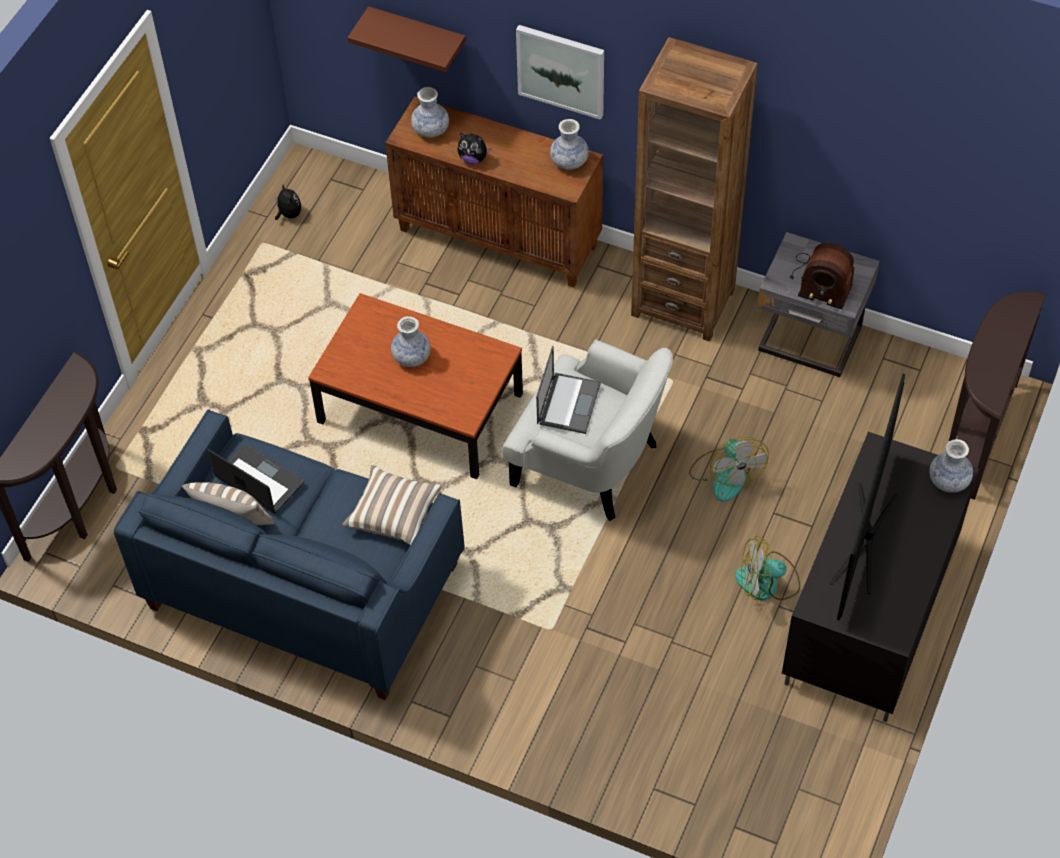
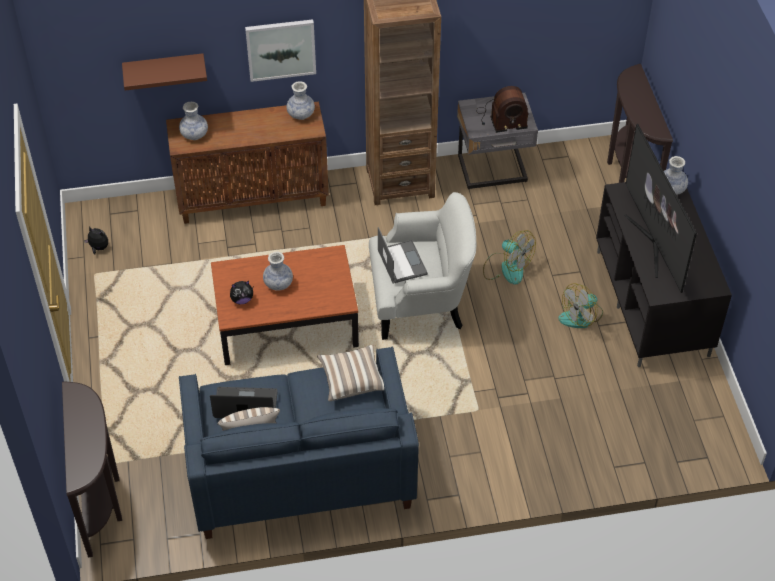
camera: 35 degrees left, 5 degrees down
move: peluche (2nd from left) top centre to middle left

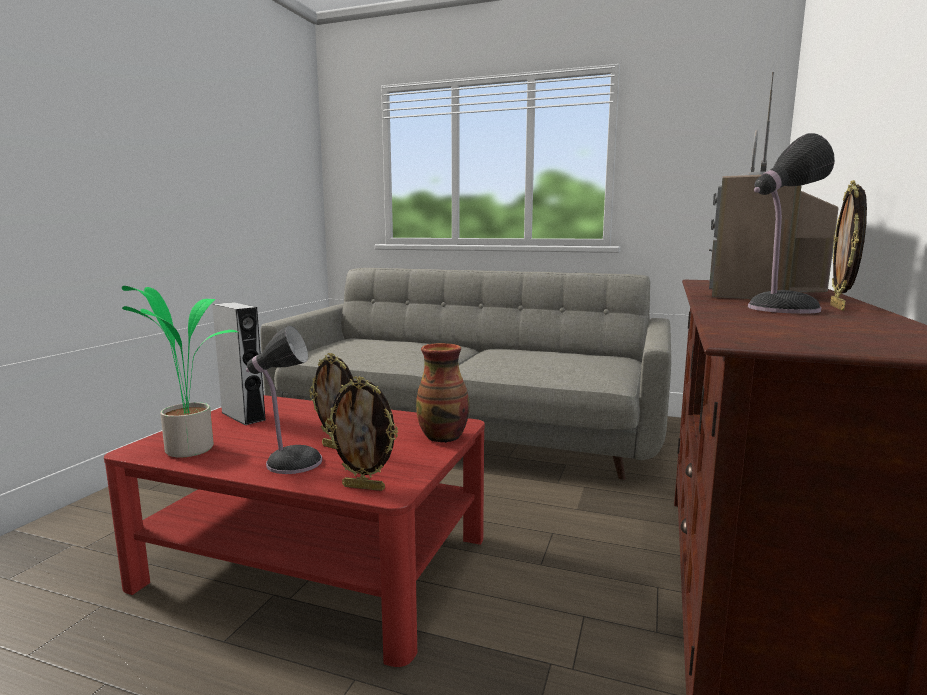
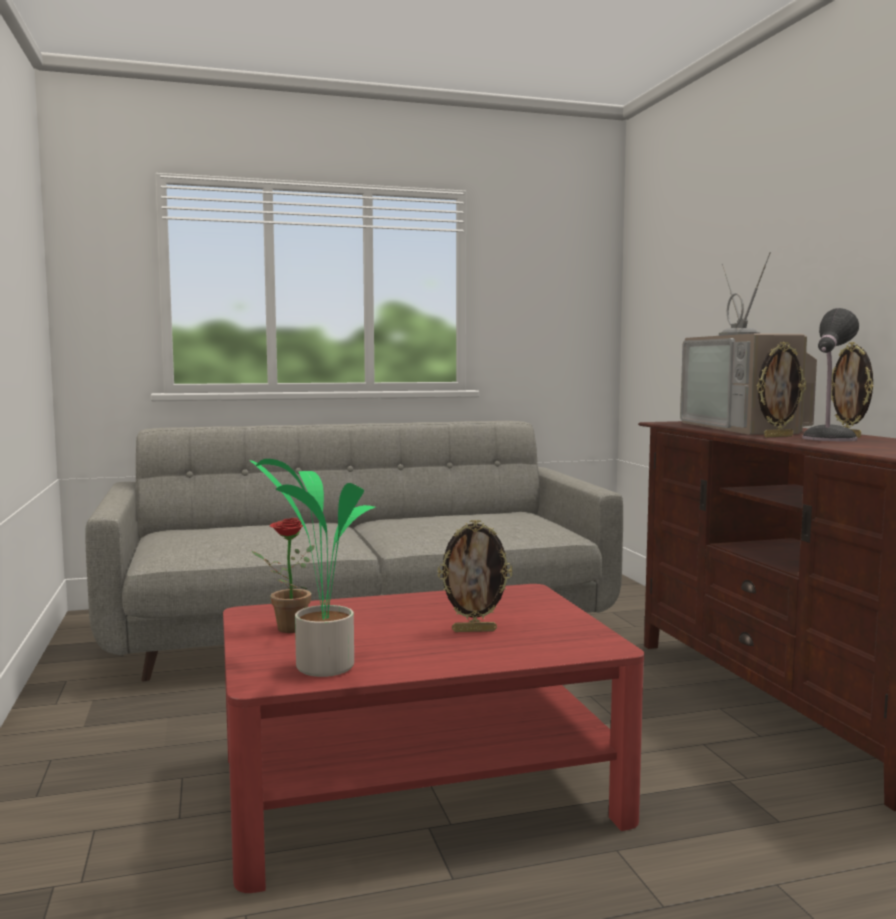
camera: 35 degrees left, 5 degrees down
delete: lámpara de mesa (1st from left) middle left; florero centre
move: portarretratos (2nd from left) centre to middle right
replace: altavoz (gris) middle left to planta en maceta (1st from left) middle left

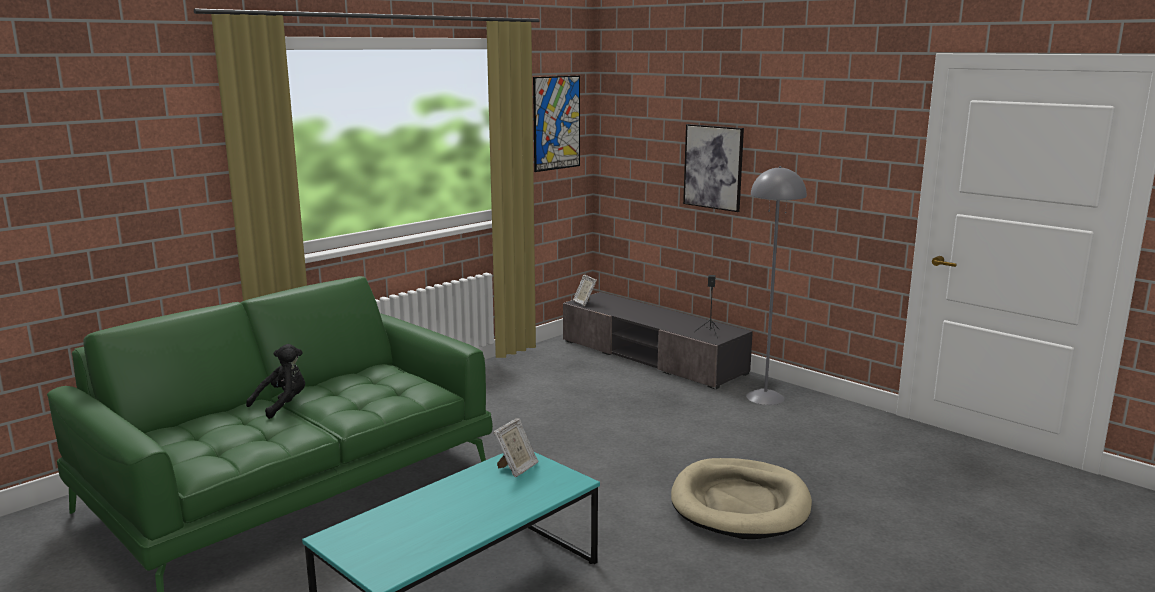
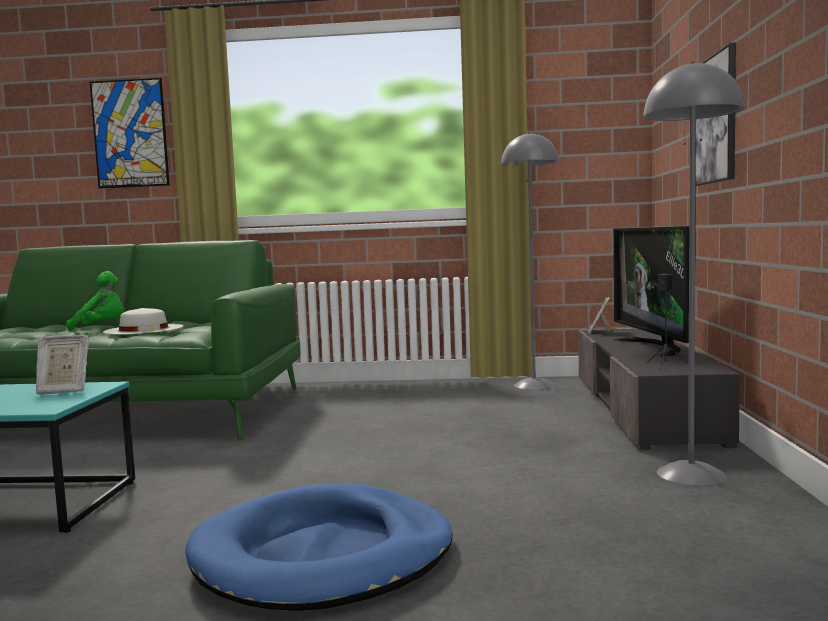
camera: 50 degrees right, 10 degrees down
insert: sombrero (blanco) middle left; lámpara de pie (gris) (1st from left) centre; televisor middle right
move: cuadro (1st from left) top centre to top left
recolor: peluche (negro) middle left to peluche (verde) middle left; cama para perro (beis) bottom centre to cama para perro (azul) bottom centre

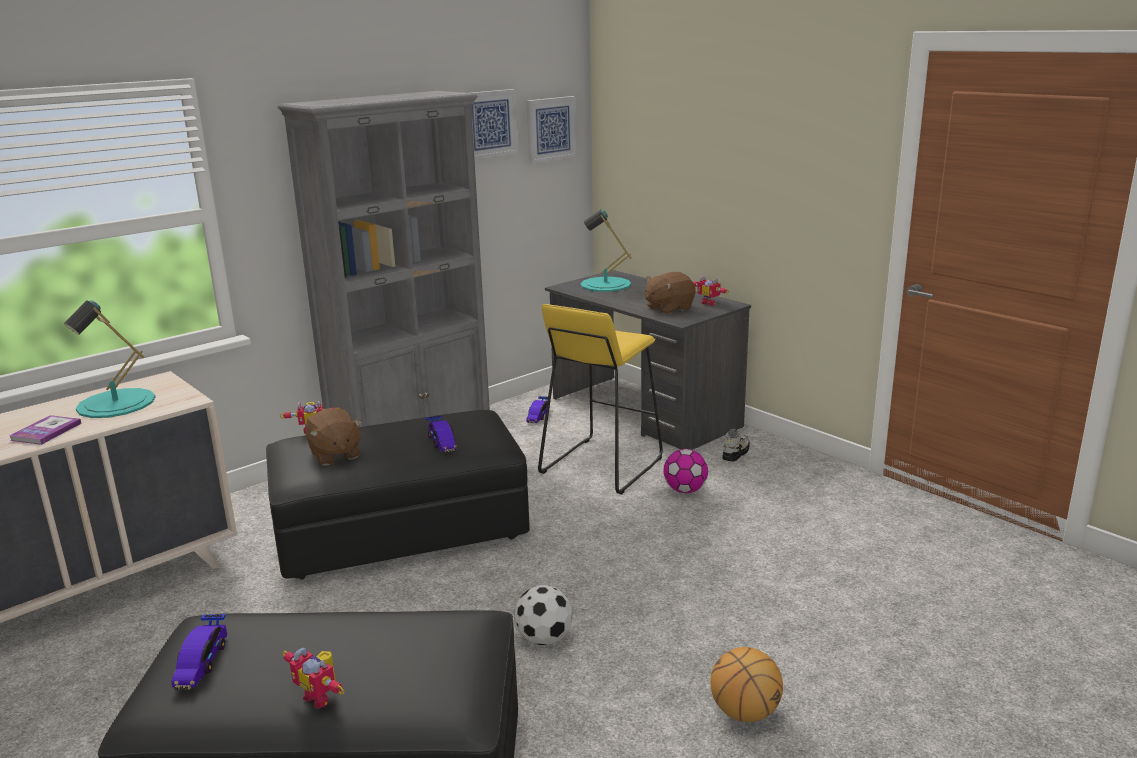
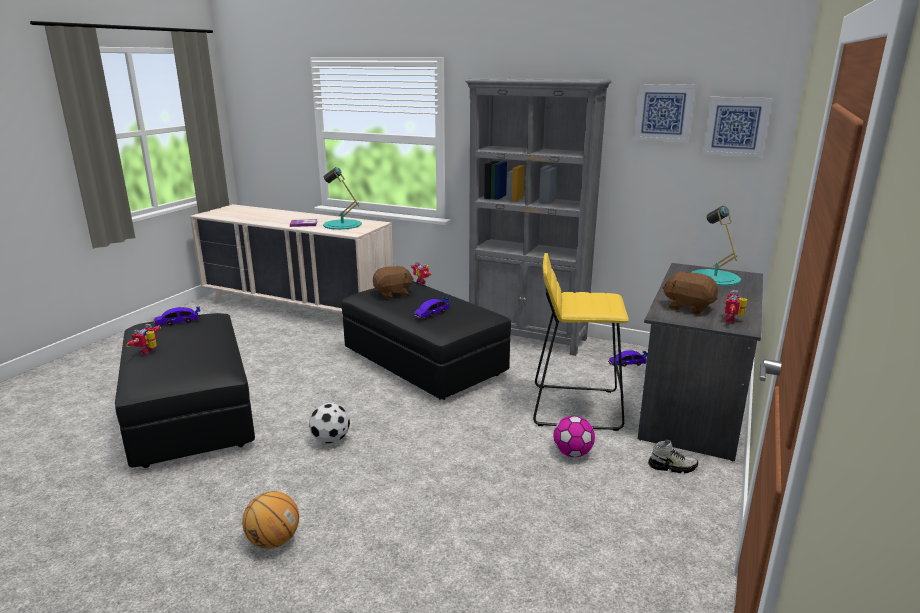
camera: 65 degrees right, 0 degrees up
rotate: peluche (marrón) (1st from left) middle left = centre 150 degrees counterclockwise

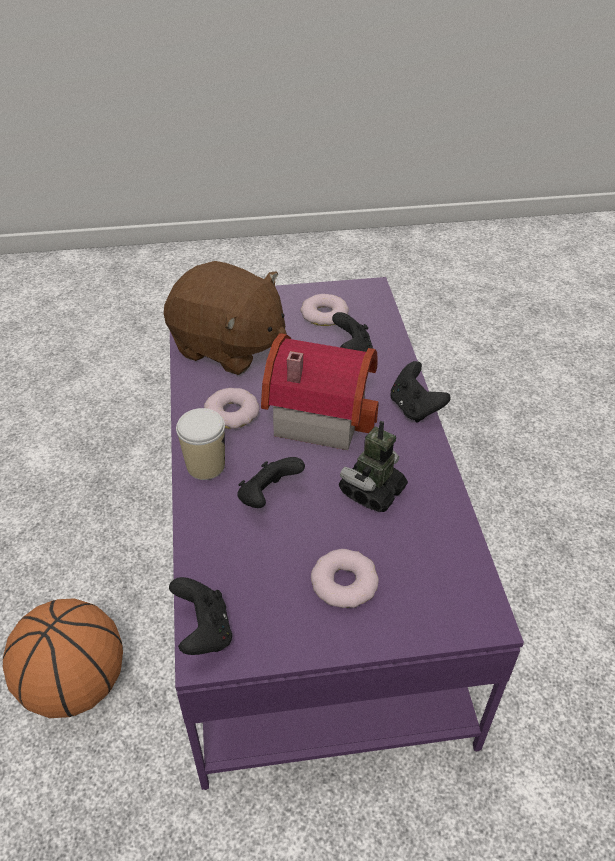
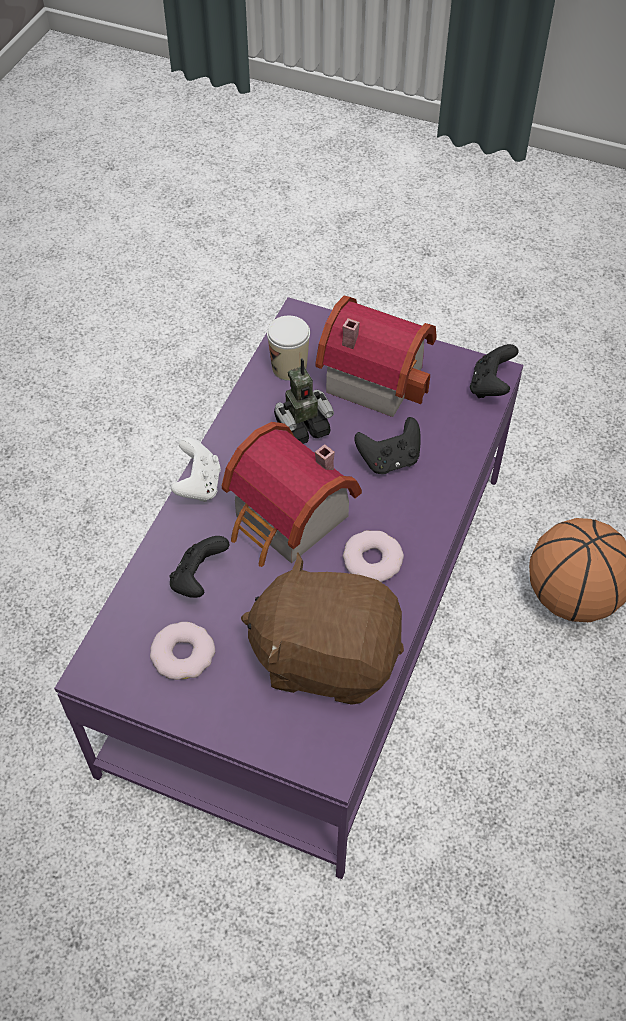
camera: 150 degrees left, 10 degrees up
move: taza middle left to centre
replace: rosquilla (3rd from left) bottom centre to casita (2nd from left) centre
recolor: mando de consola (negro) (4th from left) middle right to mando de consola (blanco) middle left
rotate: peluche (marrón) centre = centre 45 degrees counterclockwise

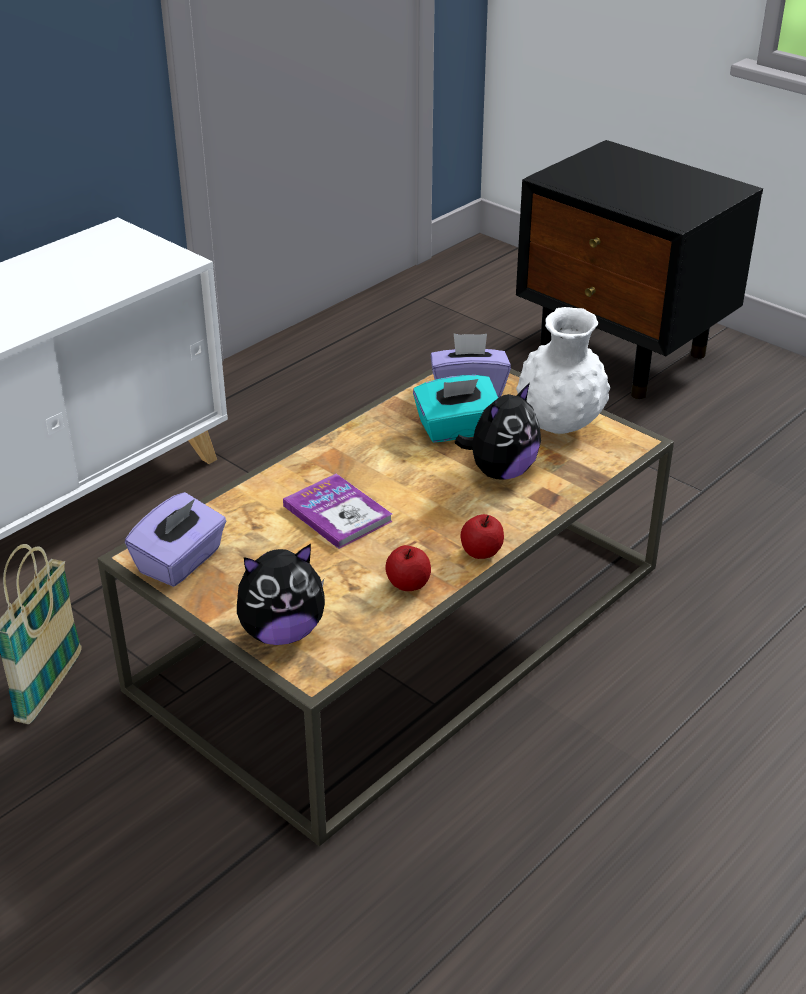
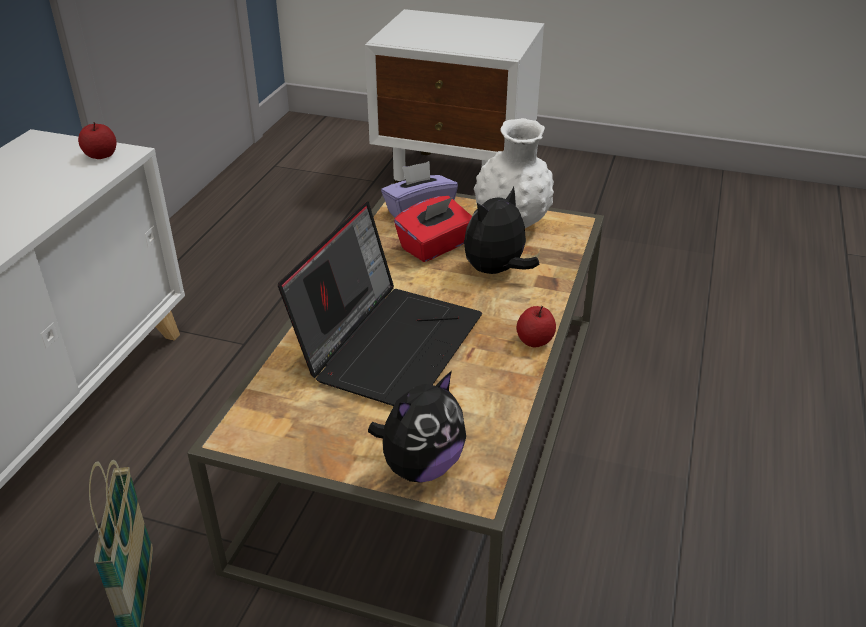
camera: 25 degrees left, 0 degrees up
delete: caja de pañuelos (morado) (1st from left) middle left
move: manzana (1st from left) centre to top left
replace: libro centre to portátil centre
recolor: mesita de noche (negro) top right to mesita de noche (blanco) top centre; caja de pañuelos (turquesa) centre to caja de pañuelos (rojo) centre
rotate: peluche (2nd from left) centre = centre 150 degrees counterclockwise

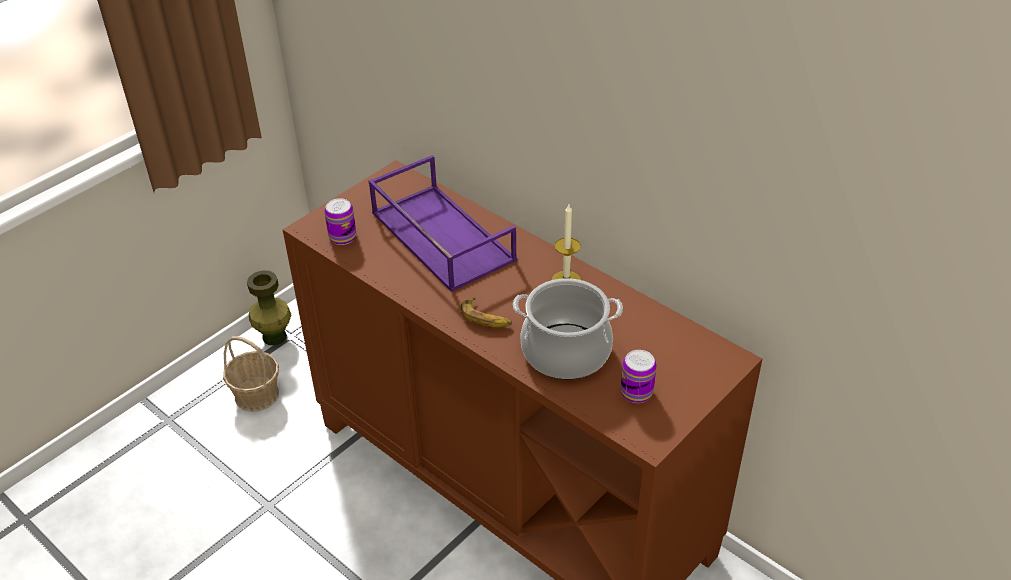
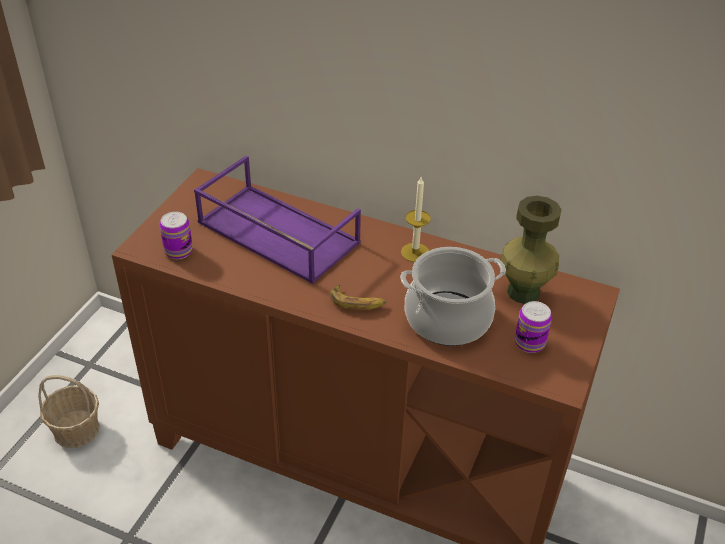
camera: 20 degrees left, 0 degrees up
move: florero (verde) middle left to middle right

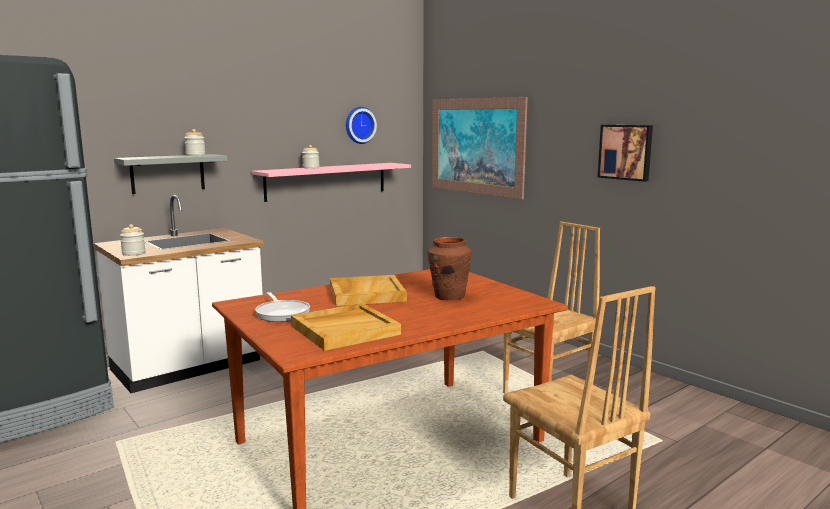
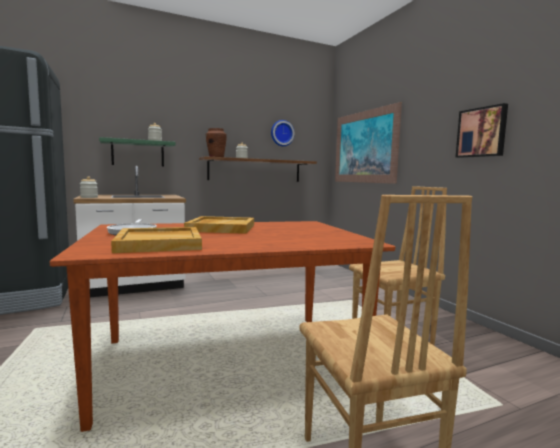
camera: 15 degrees right, 5 degrees down
move: florero (marrón) centre to top centre
recolor: estante (gris) middle left to estante (verde) middle left; estante (rosa) centre to estante (marrón) centre

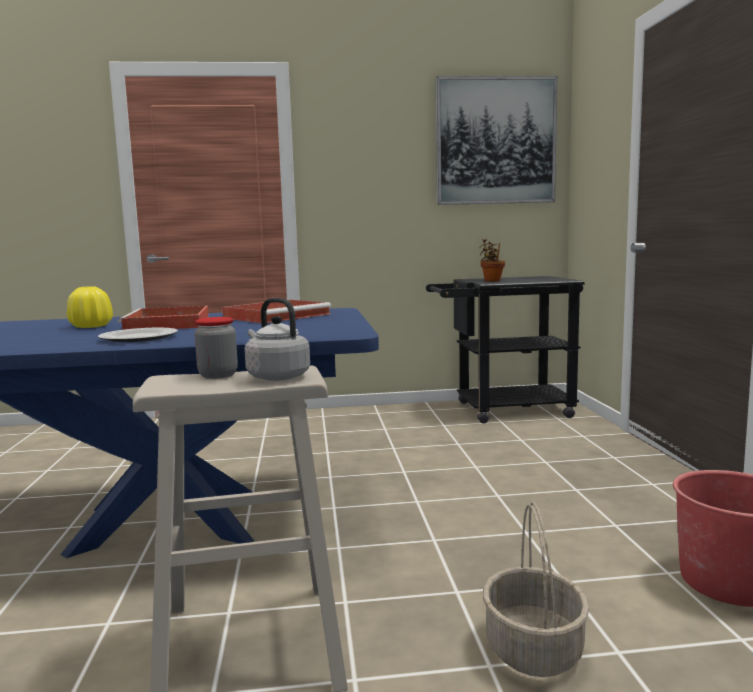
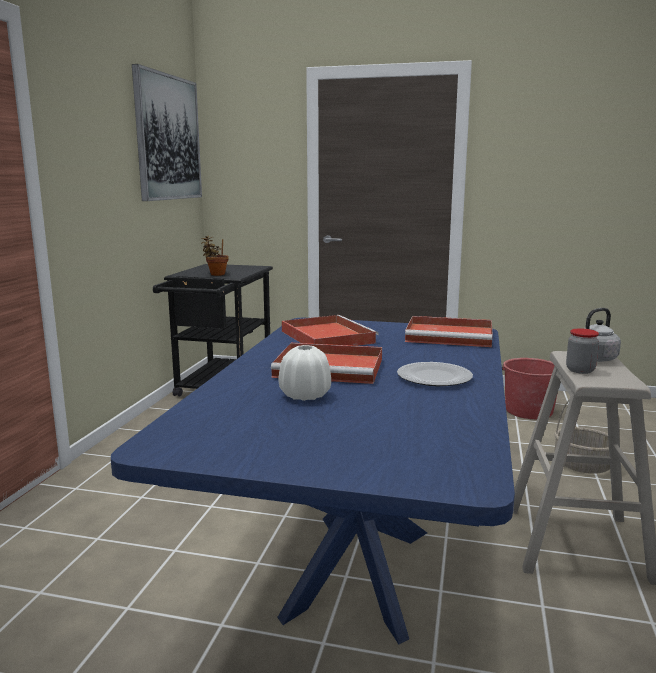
camera: 70 degrees left, 5 degrees up
insert: bandeja (rojo) (3rd from left) middle right
recolor: florero (amarillo) middle left to florero (blanco) centre

